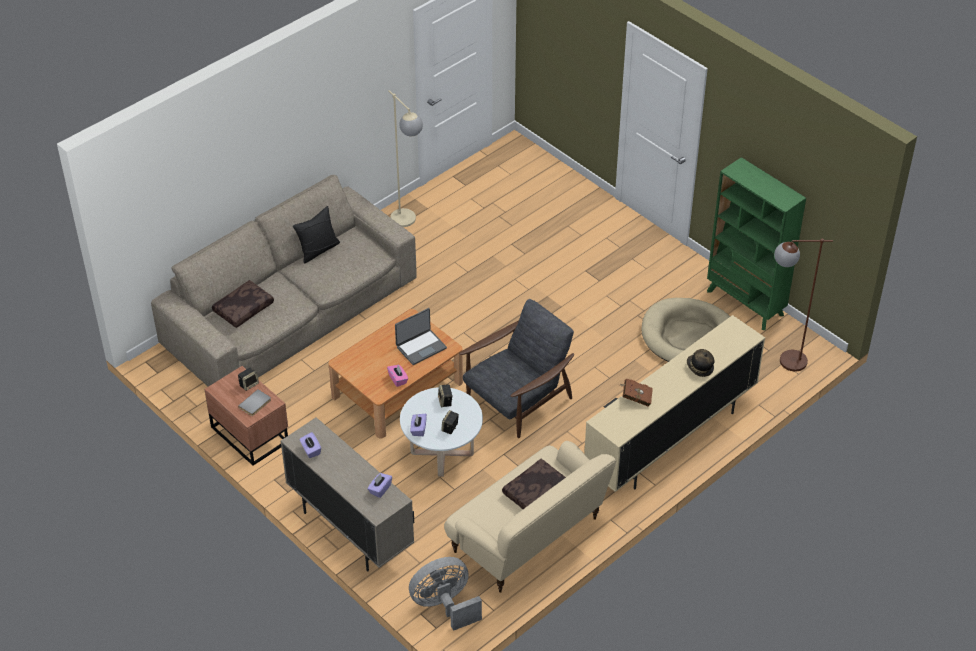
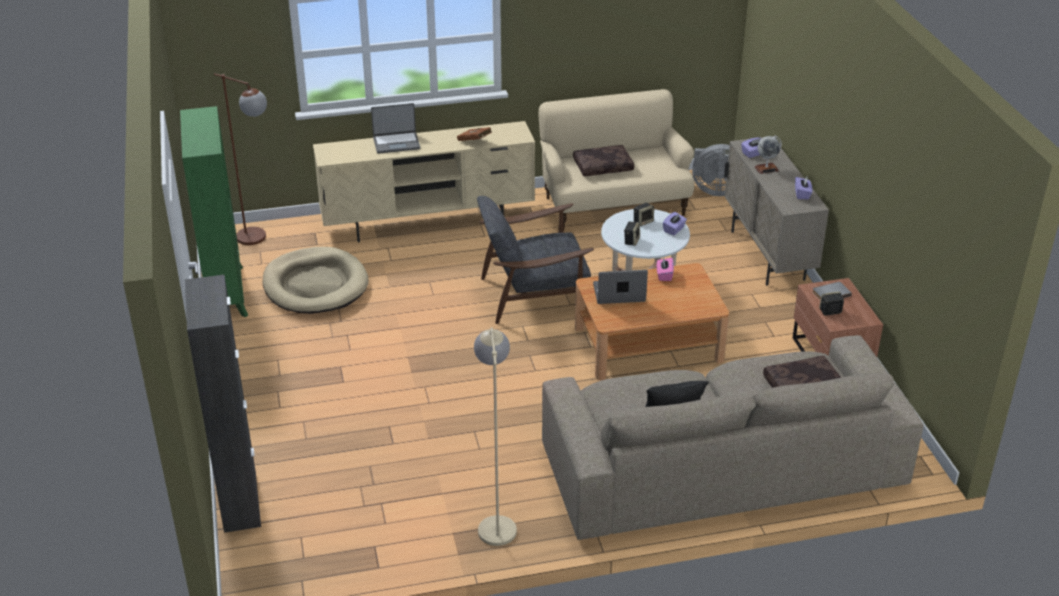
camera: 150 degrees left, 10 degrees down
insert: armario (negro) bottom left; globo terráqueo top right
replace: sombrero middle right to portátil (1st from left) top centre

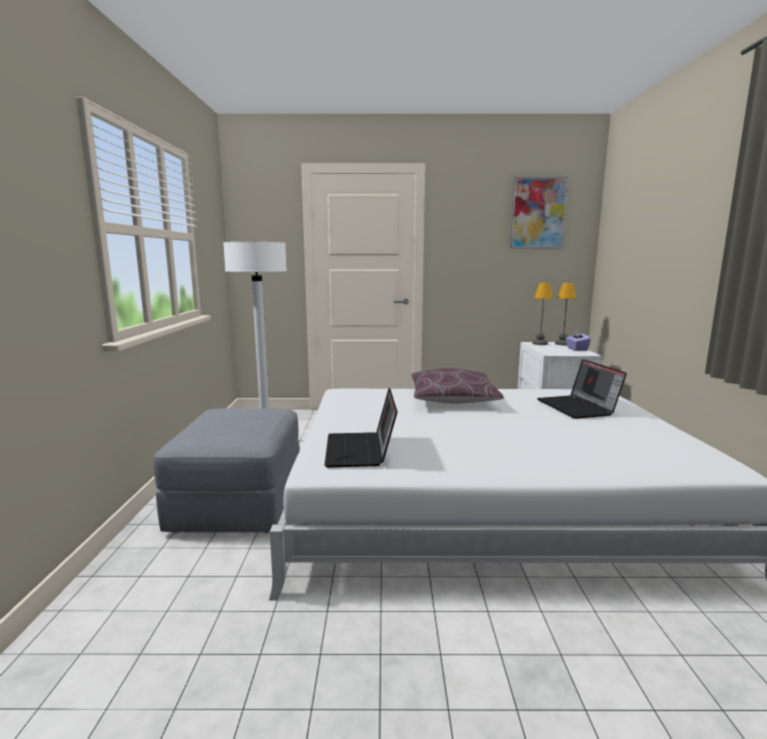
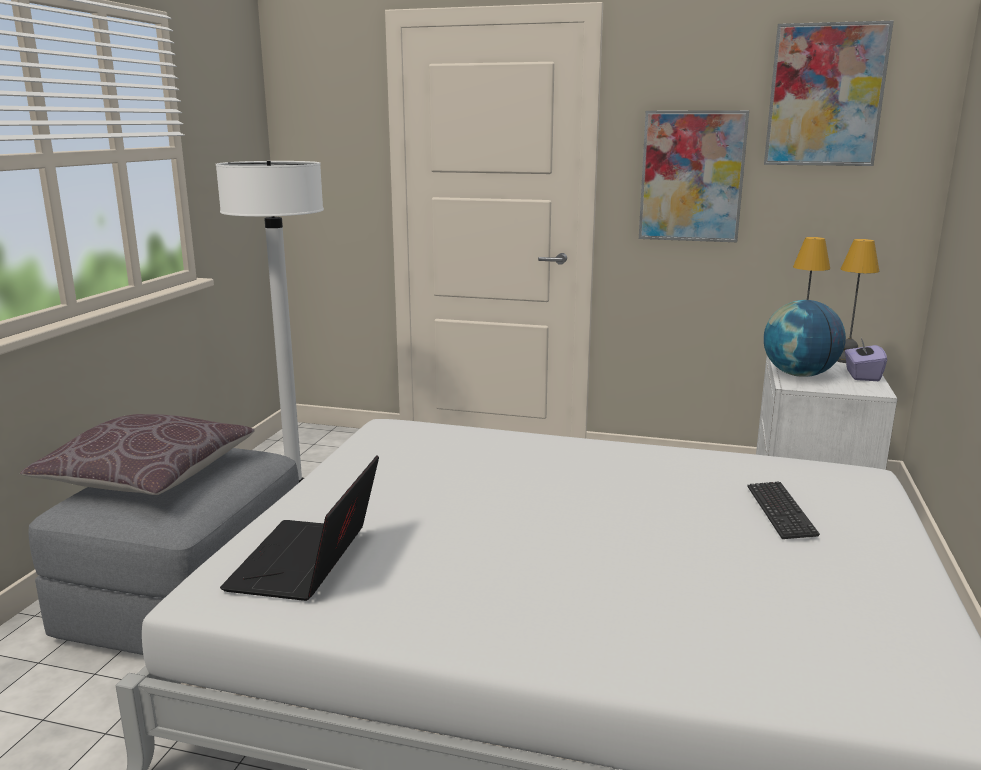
camera: 15 degrees right, 5 degrees up
insert: cuadro (1st from left) top right; globo terráqueo middle right
move: cojín (marrón) centre to middle left
replace: portátil (2nd from left) middle right to teclado middle right

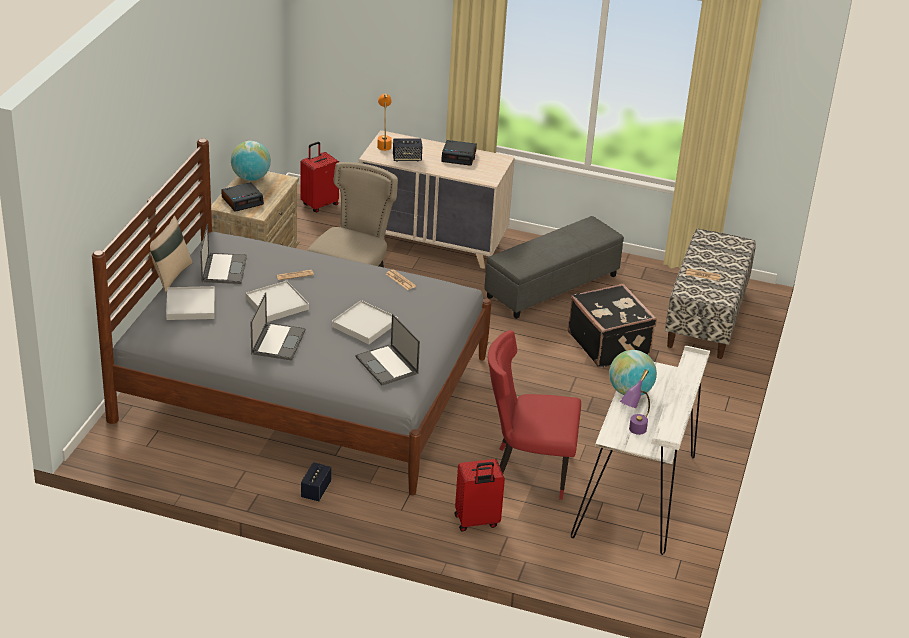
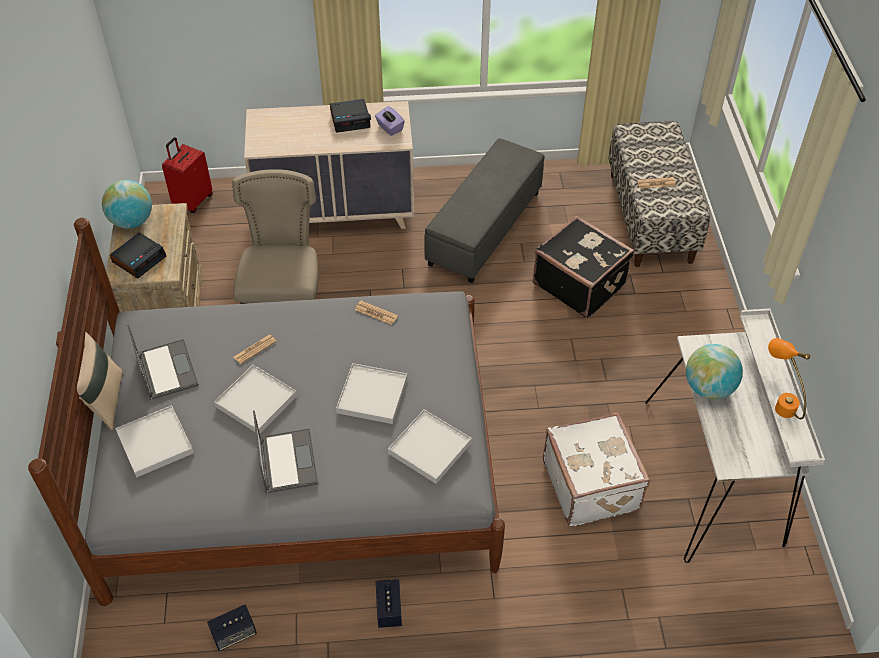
camera: 20 degrees left, 15 degrees up
delete: maleta (rojo) (2nd from left) bottom centre; lámpara de mesa (morado) middle right
insert: caja de pañuelos (morado) top centre
move: altavoz (2nd from left in the first image) top centre to altavoz (1st from left) bottom left; lámpara de mesa (naranja) top centre to middle right
replace: portátil (3rd from left) centre to bandeja (blanco) (4th from left) bottom centre; silla (rojo) centre to maleta (blanco) bottom right

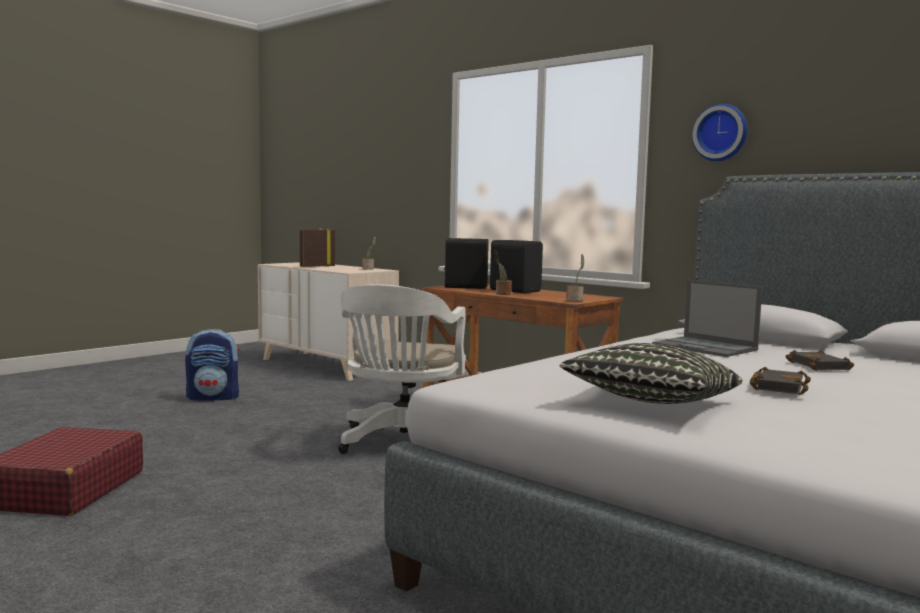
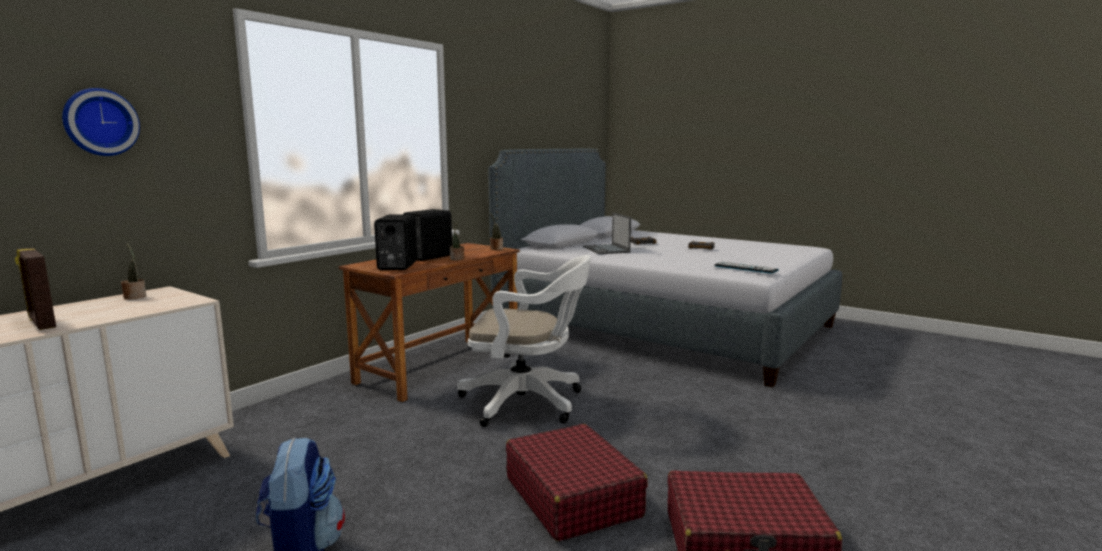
camera: 95 degrees left, 5 degrees up
delete: cojín middle right
insert: maleta (rojo) (1st from left) bottom centre; teclado middle right
move: reloj de pared top right to top left
rotate: portátil middle right = centre 120 degrees clockwise

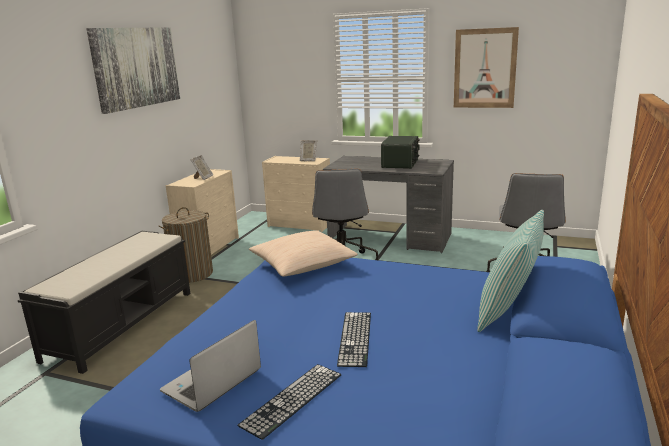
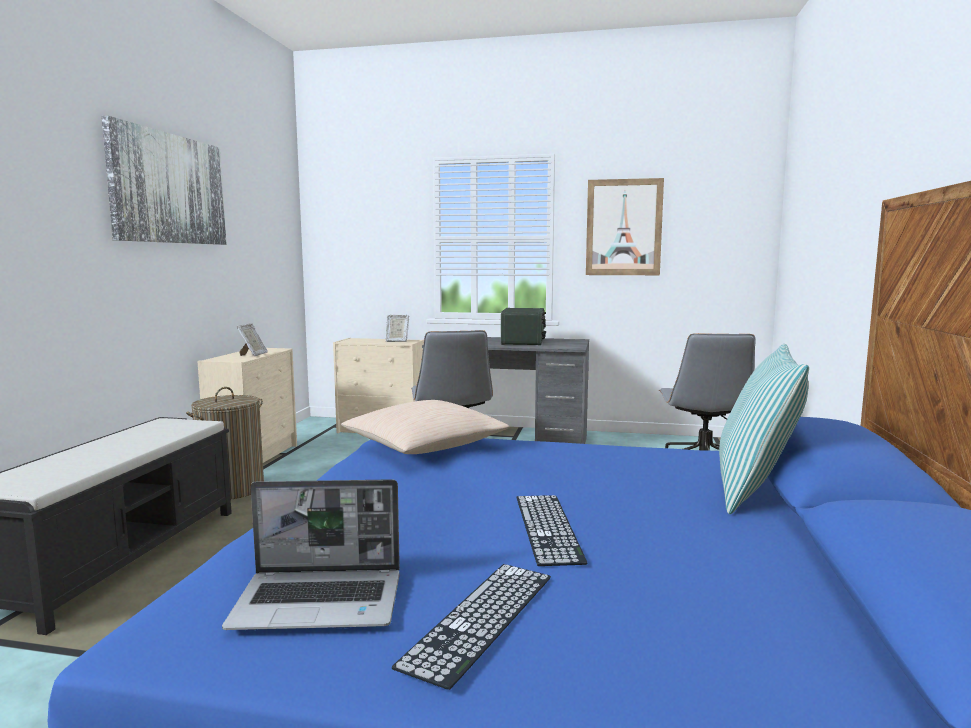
camera: 10 degrees left, 10 degrees down
rotate: portátil bottom left = bottom left 120 degrees counterclockwise

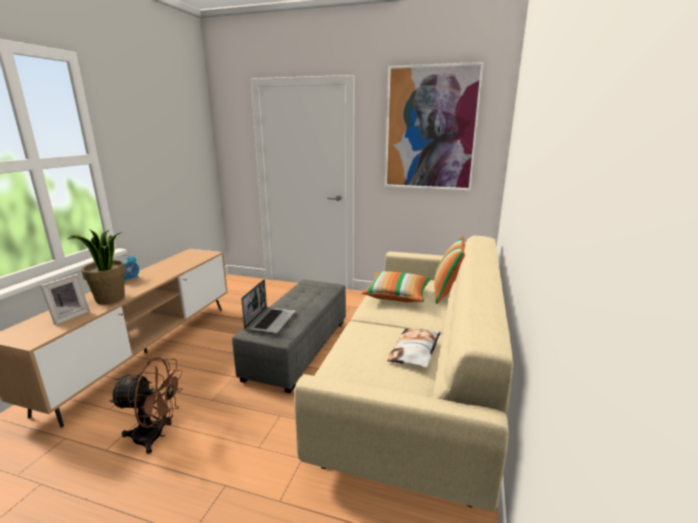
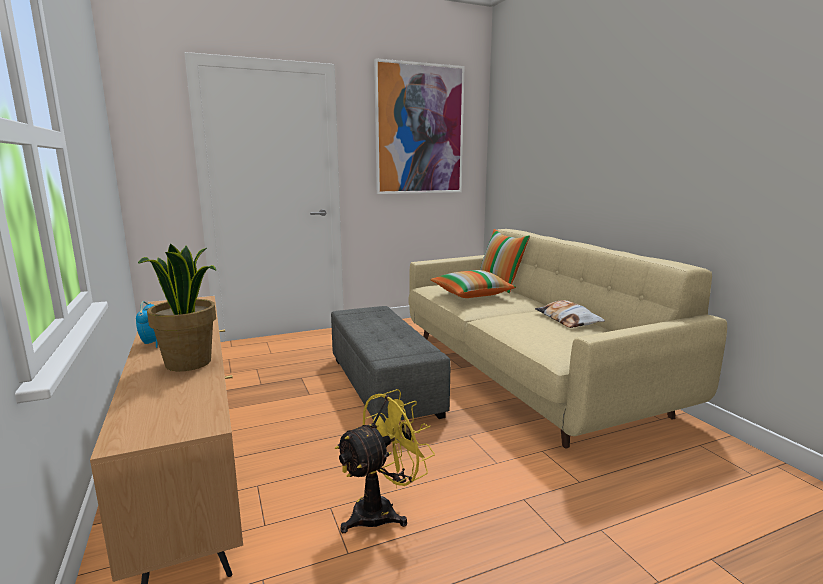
camera: 40 degrees left, 5 degrees down
delete: portarretratos middle left; portátil centre
recolor: ventilador (marrón) bottom left to ventilador (amarillo) bottom centre

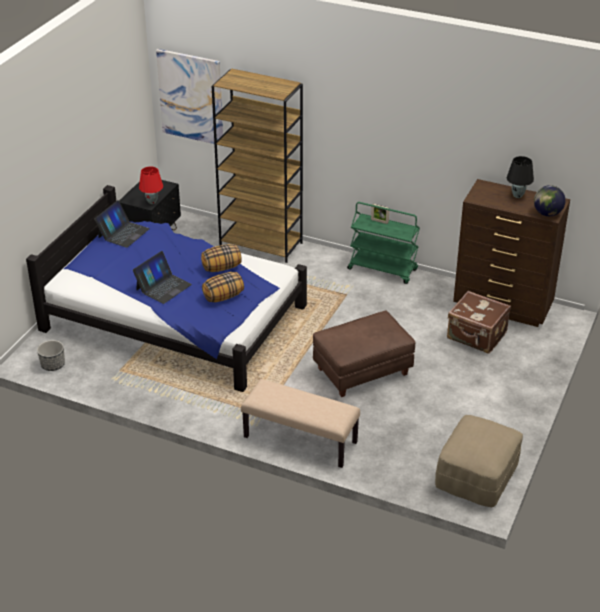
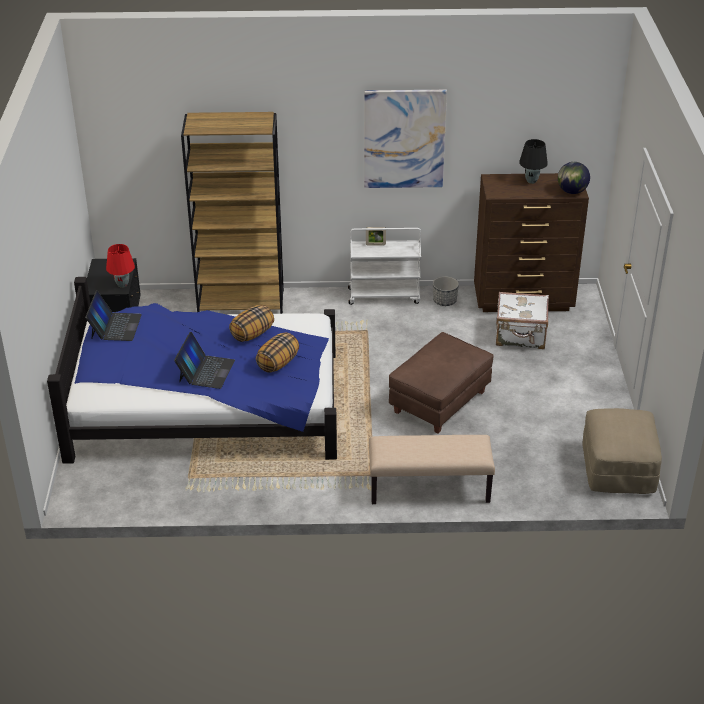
camera: 25 degrees left, 0 degrees up
move: cuadro top left to top centre; maceta middle left to centre
recolor: carrito (verde) centre to carrito (blanco) centre; maleta (marrón) middle right to maleta (blanco) middle right

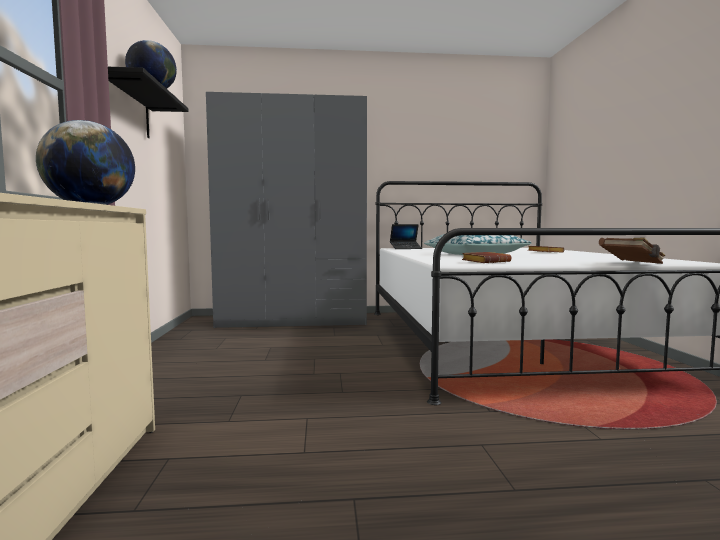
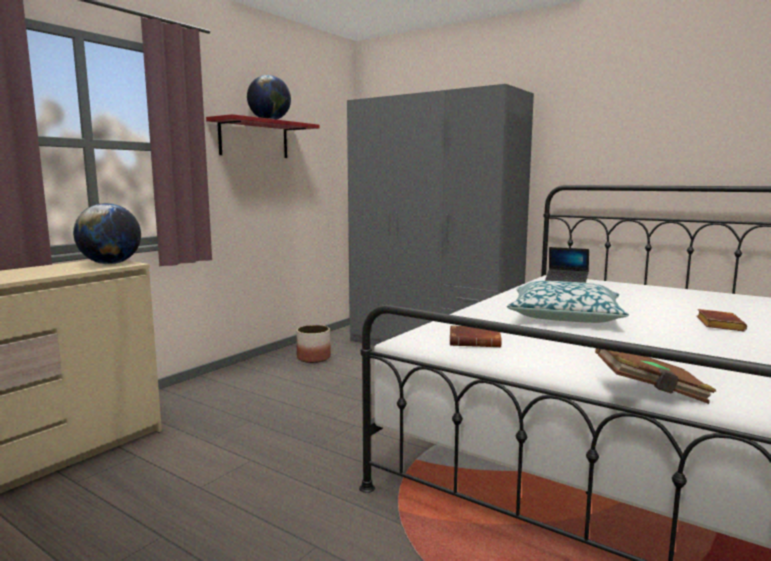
camera: 40 degrees right, 5 degrees up
insert: maceta centre
recolor: estante (negro) top left to estante (rojo) top centre

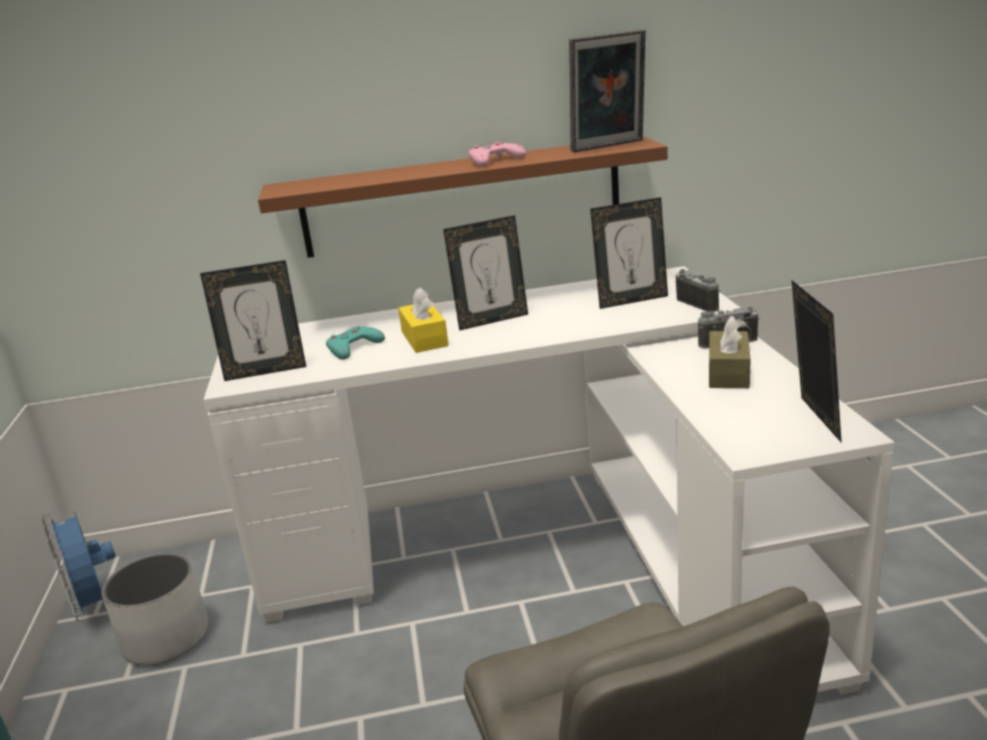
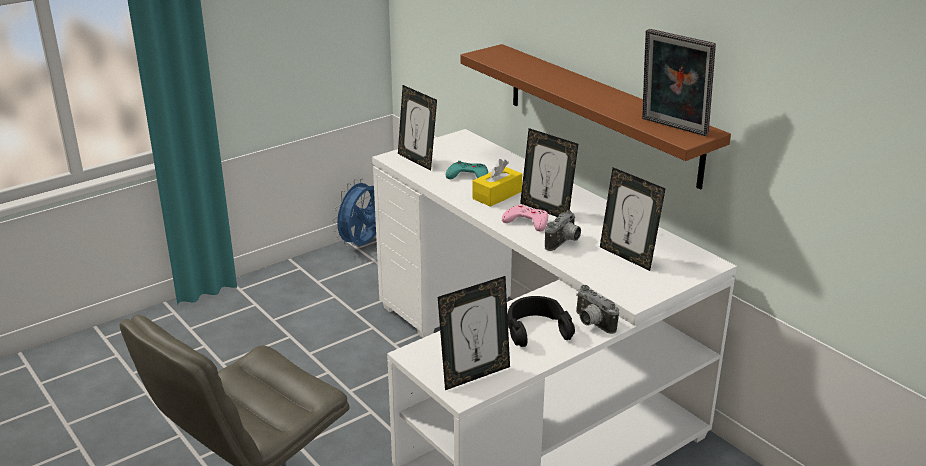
camera: 60 degrees right, 5 degrees up
delete: maceta (blanco) bottom left
move: mando de consola (rosa) top centre to centre; cámara (1st from left) middle right to centre
replace: caja de pañuelos (marrón) middle right to auriculares (negro) bottom centre

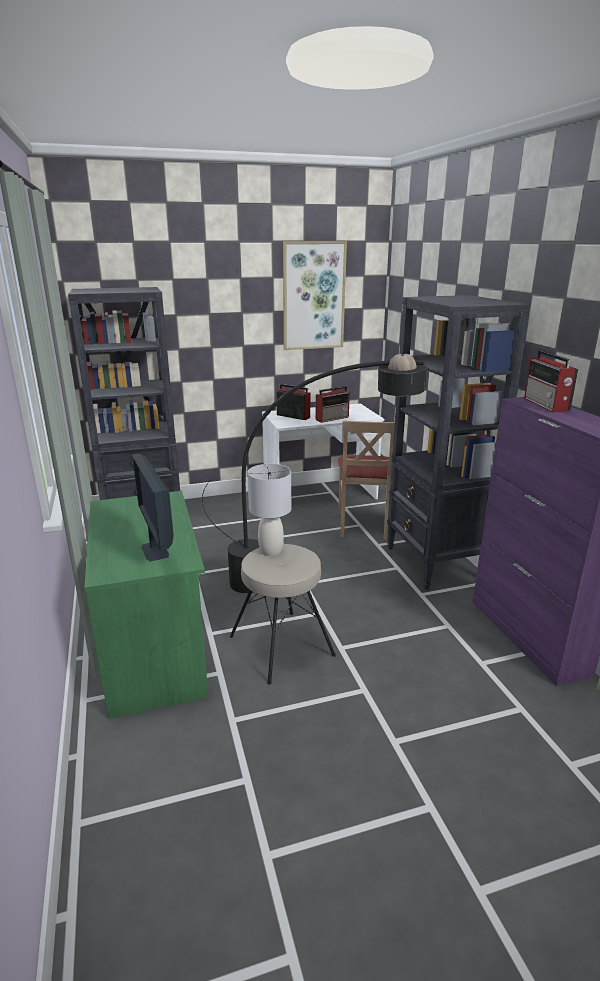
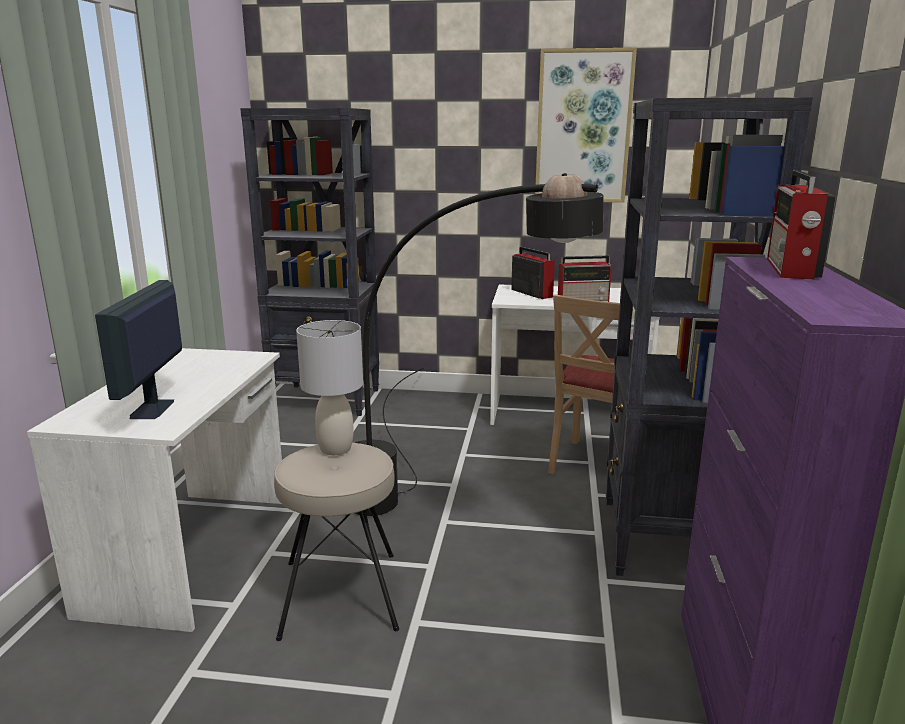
camera: 25 degrees right, 5 degrees down
recolor: escritorio (verde) middle left to escritorio (blanco) (1st from left) bottom left

